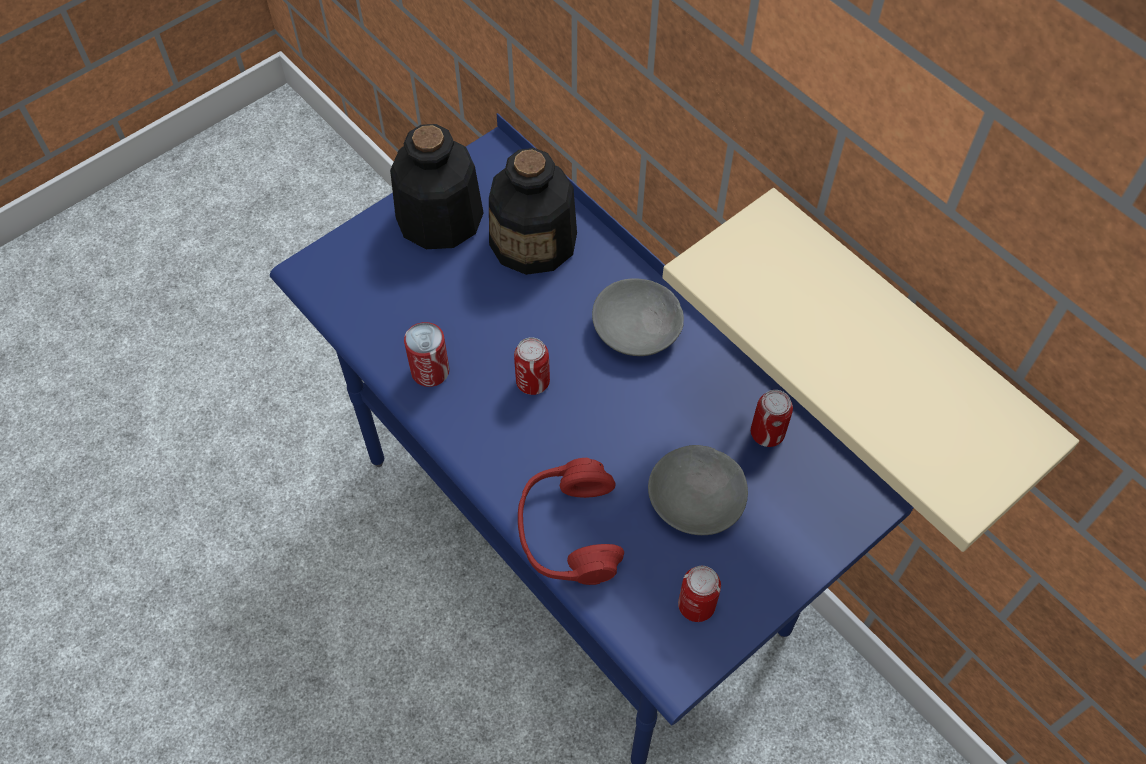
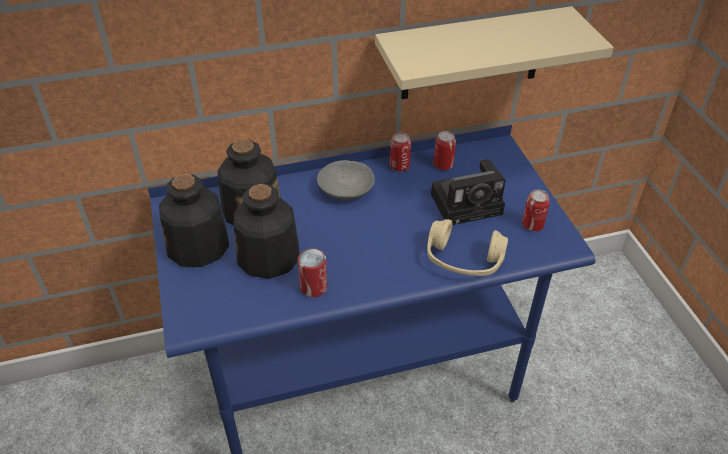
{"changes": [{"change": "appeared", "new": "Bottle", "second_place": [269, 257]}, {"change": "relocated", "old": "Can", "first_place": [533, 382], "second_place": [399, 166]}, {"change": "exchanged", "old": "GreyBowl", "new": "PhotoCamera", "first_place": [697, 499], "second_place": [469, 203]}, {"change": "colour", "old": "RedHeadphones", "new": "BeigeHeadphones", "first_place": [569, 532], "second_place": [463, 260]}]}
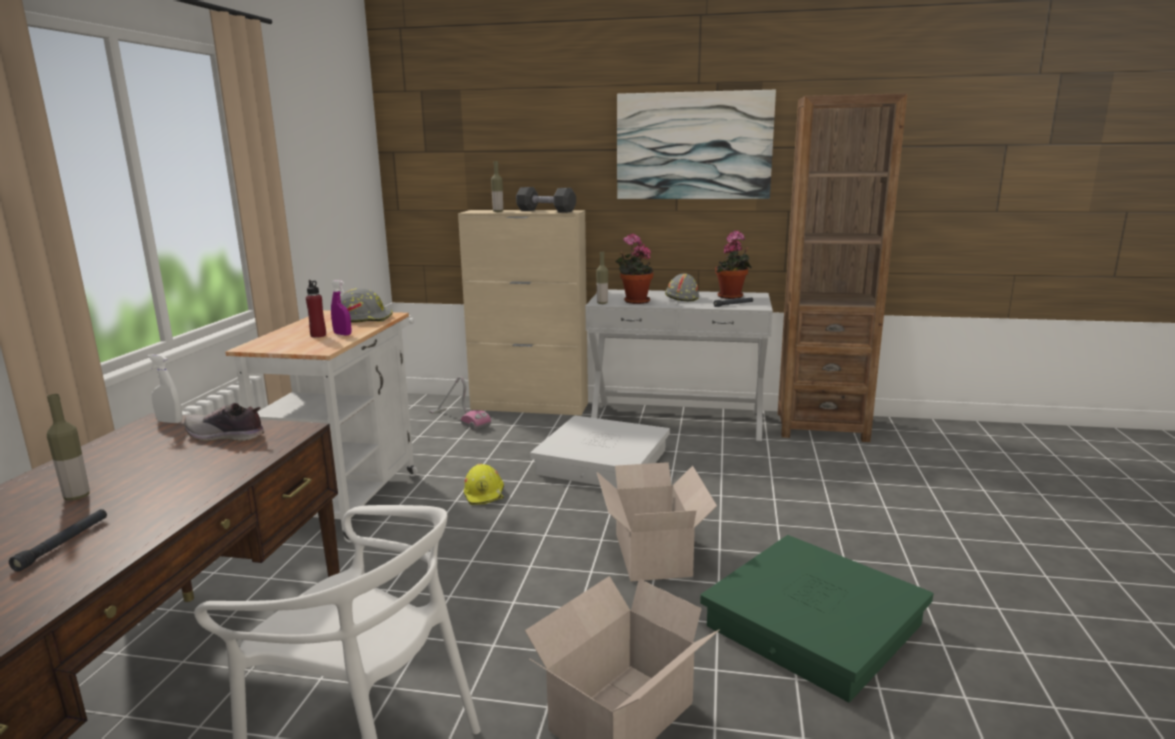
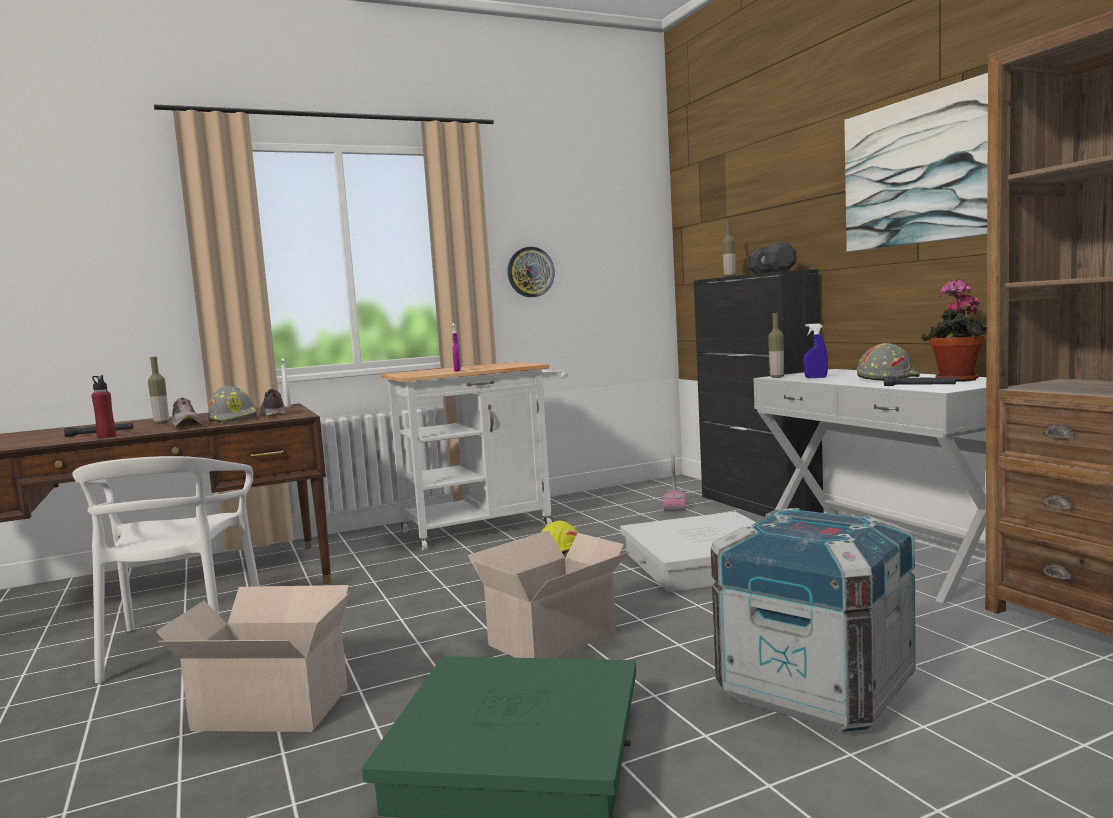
{"changes": [{"change": "appeared", "new": "Shoe", "second_place": [186, 426]}, {"change": "appeared", "new": "WallClock", "second_place": [530, 272]}, {"change": "appeared", "new": "Crate", "second_place": [815, 688]}, {"change": "relocated", "old": "RedBottle", "first_place": [318, 335], "second_place": [106, 437]}, {"change": "relocated", "old": "GreyHardHat", "first_place": [365, 318], "second_place": [234, 419]}, {"change": "exchanged", "old": "PottedPlant", "new": "BlueSprayBottle", "first_place": [634, 301], "second_place": [816, 377]}, {"change": "colour", "old": "BeigeCabinet", "new": "BlackCabinet", "first_place": [530, 406], "second_place": [759, 506]}]}
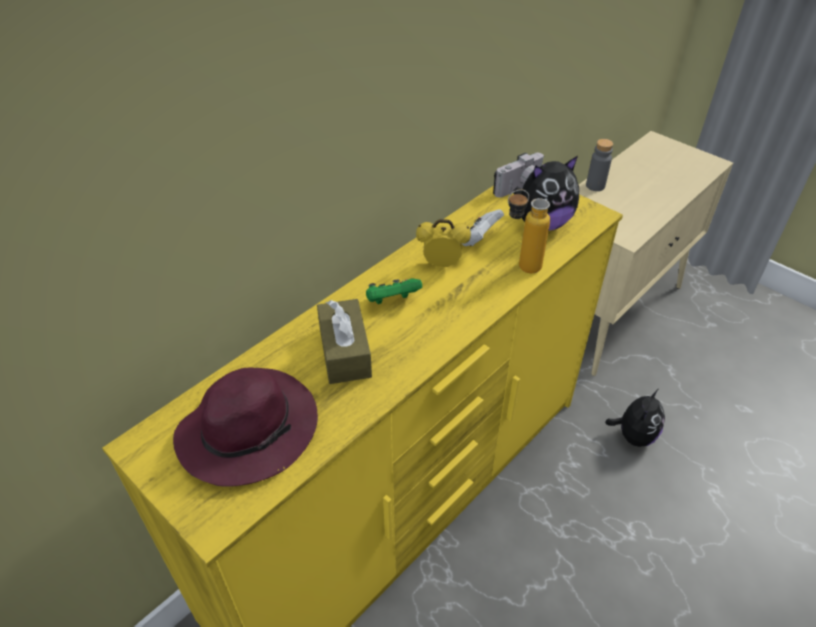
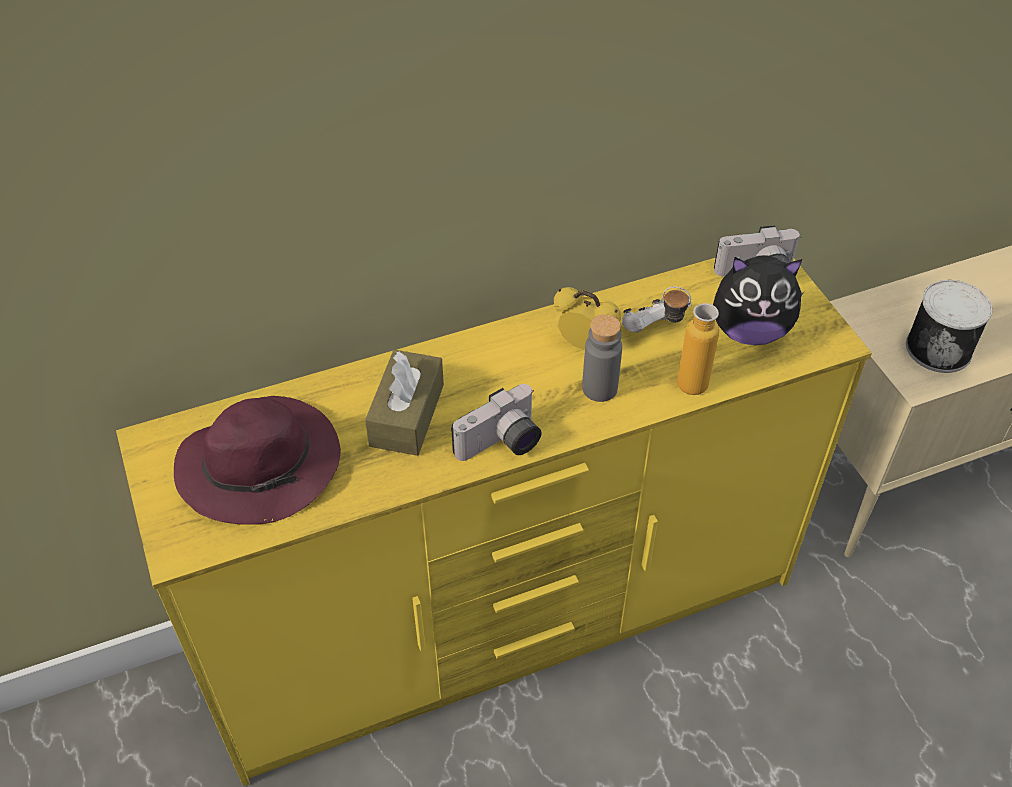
{"changes": [{"change": "missing", "old": "GreenGameController", "first_place": [392, 301]}, {"change": "missing", "old": "PlushToy", "first_place": [633, 435]}, {"change": "appeared", "new": "PhotoCamera", "second_place": [501, 445]}, {"change": "appeared", "new": "Can", "second_place": [939, 347]}, {"change": "relocated", "old": "GreyBottle", "first_place": [595, 186], "second_place": [599, 388]}]}
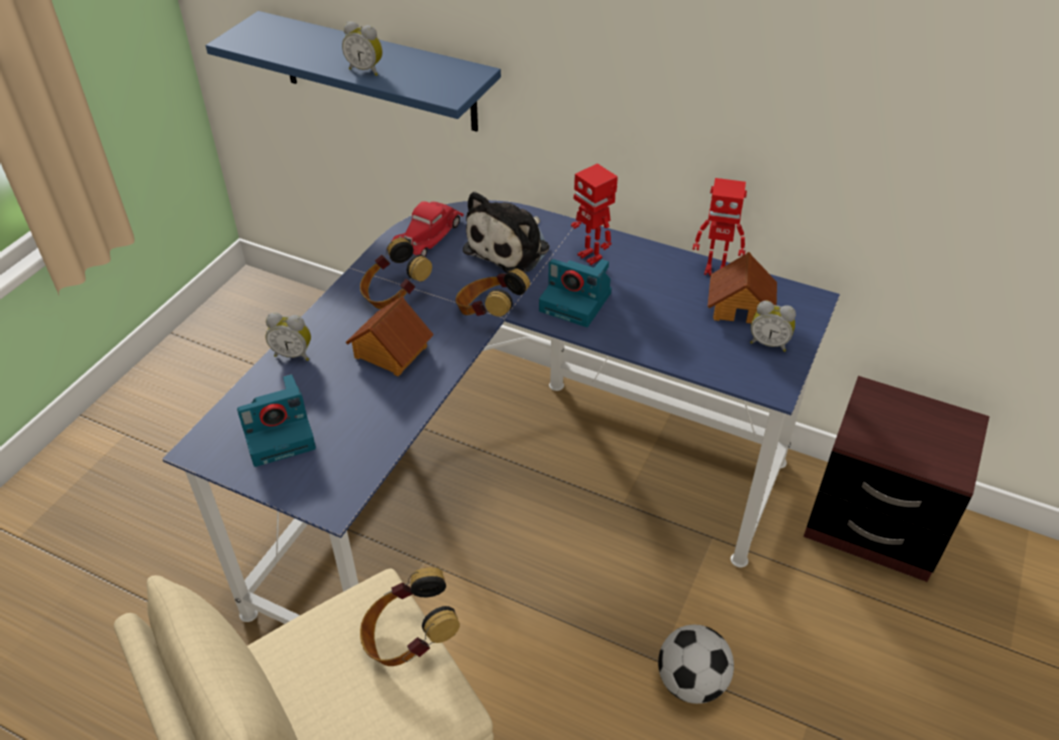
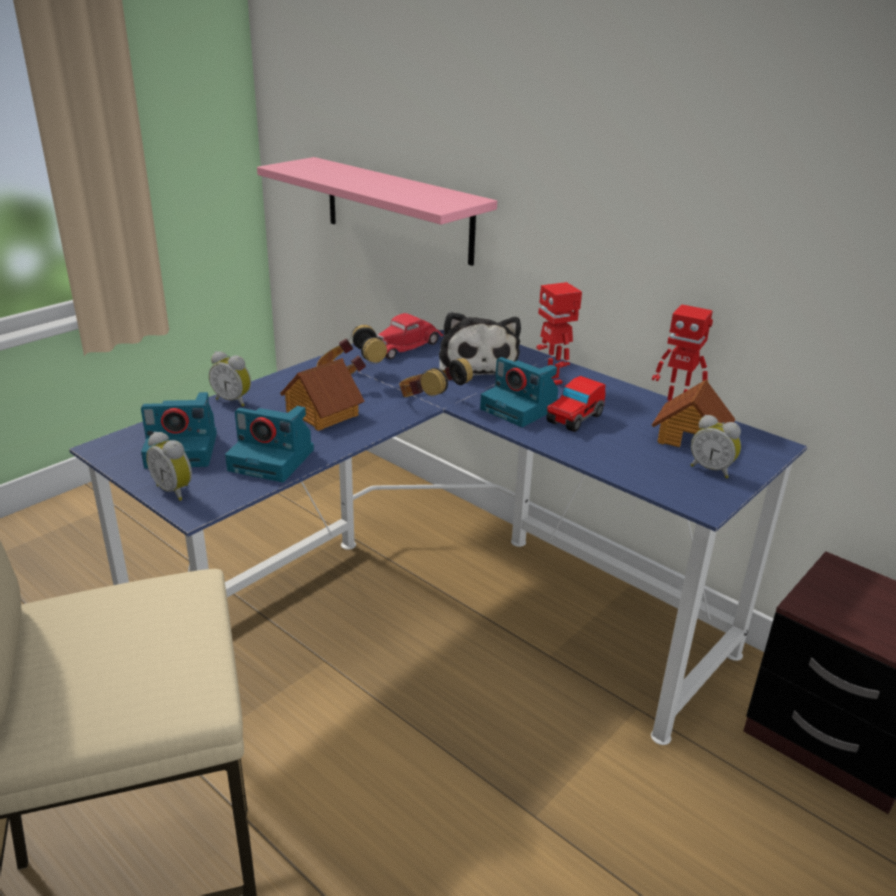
{"changes": [{"change": "missing", "old": "Headphones", "first_place": [409, 638]}, {"change": "missing", "old": "Football", "first_place": [691, 683]}, {"change": "appeared", "new": "PhotoCamera", "second_place": [273, 460]}, {"change": "appeared", "new": "ToyCar", "second_place": [574, 419]}, {"change": "relocated", "old": "AlarmClock", "first_place": [366, 70], "second_place": [175, 490]}, {"change": "colour", "old": "BlueShelf", "new": "PinkShelf", "first_place": [378, 72], "second_place": [398, 210]}, {"change": "spun", "old": "PlushToy", "first_place": [510, 248], "second_place": [476, 364], "degrees": -60}]}
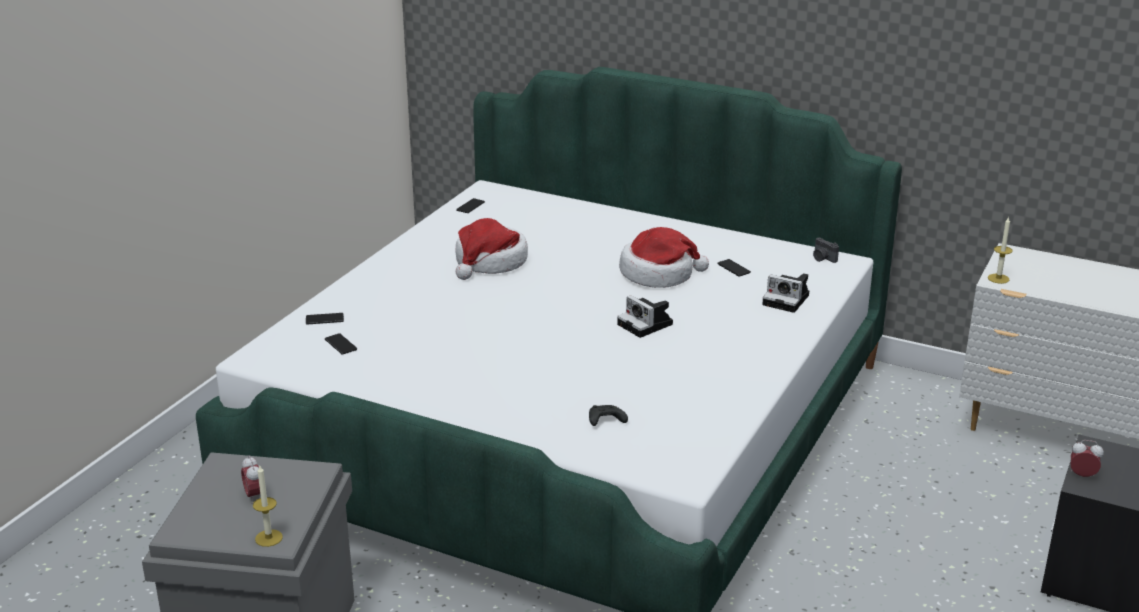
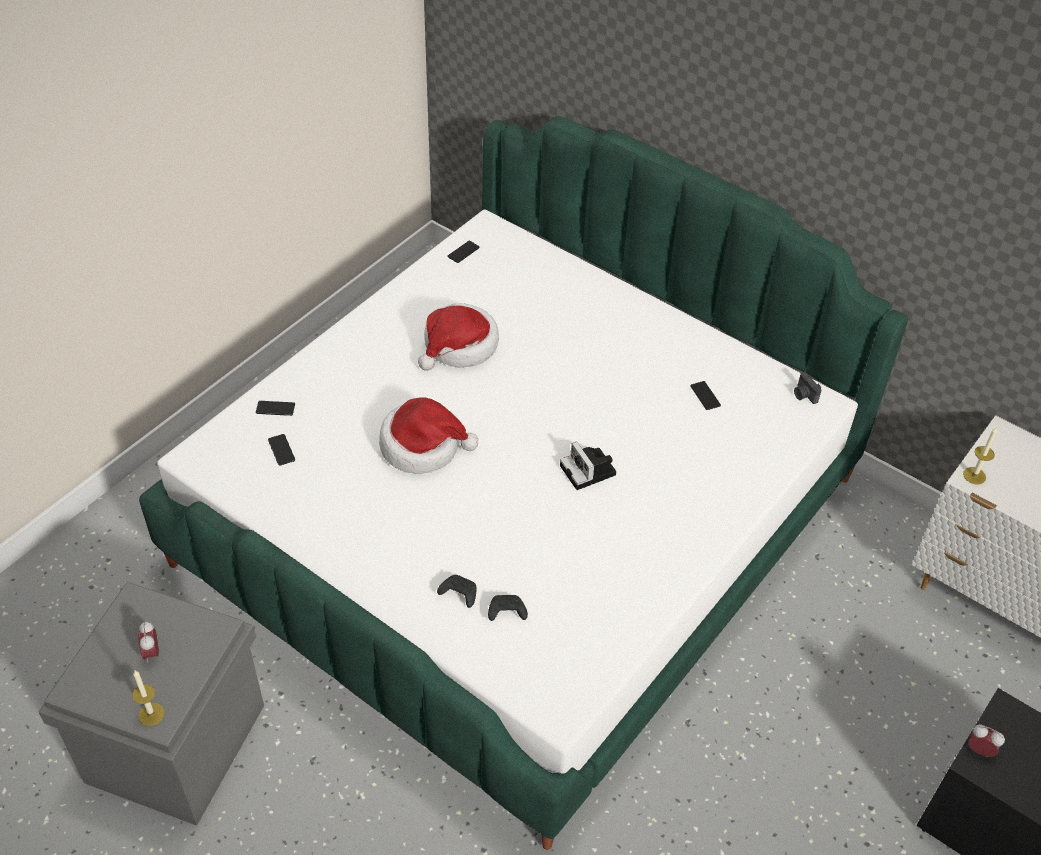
{"changes": [{"change": "missing", "old": "PhotoCamera", "first_place": [788, 300]}, {"change": "appeared", "new": "BlackGameController", "second_place": [458, 594]}, {"change": "relocated", "old": "Hat", "first_place": [658, 274], "second_place": [422, 446]}]}
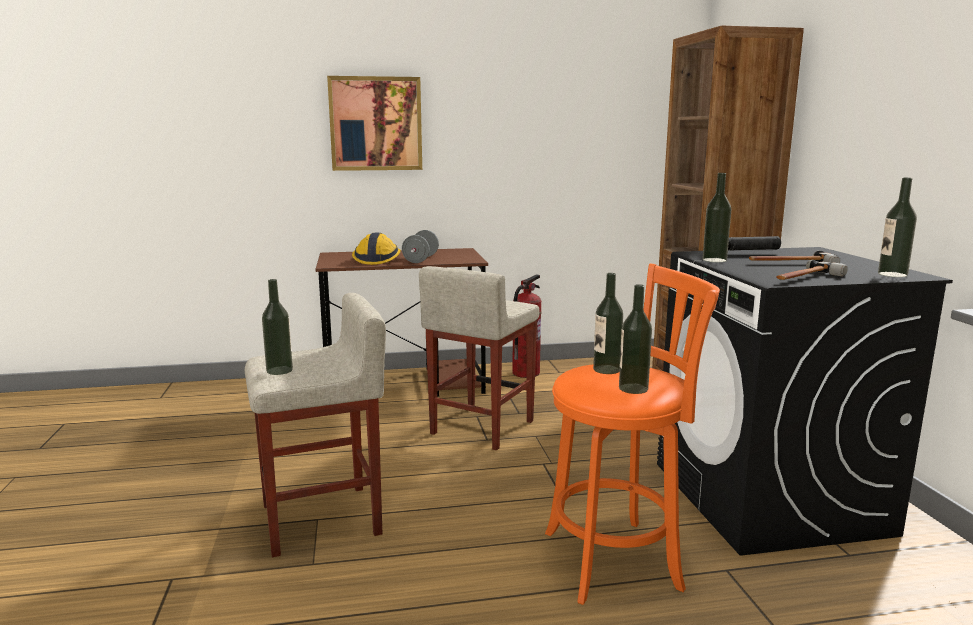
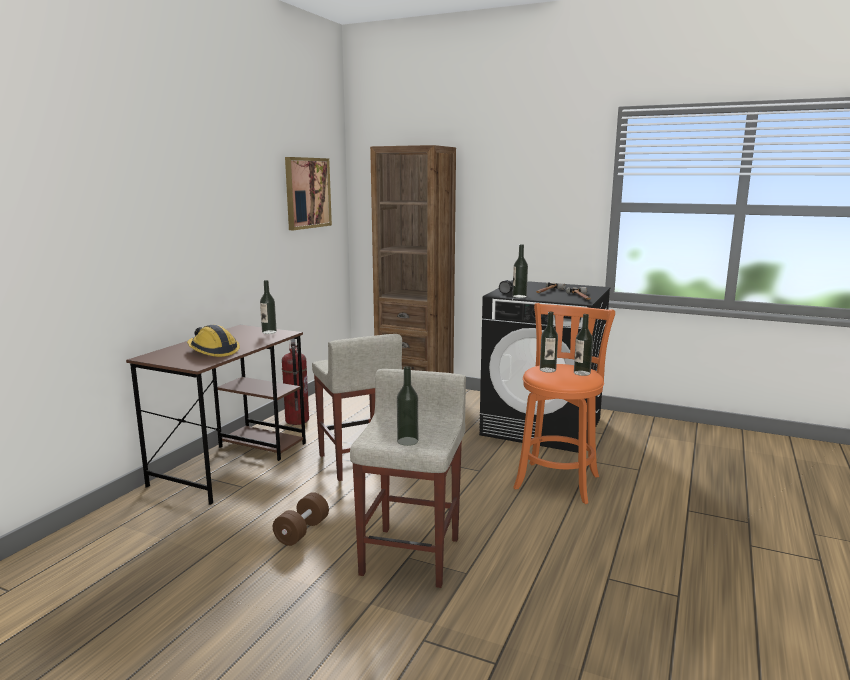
{"changes": [{"change": "missing", "old": "GreyDumbbell", "first_place": [421, 259]}, {"change": "appeared", "new": "BrownDumbbell", "second_place": [302, 531]}, {"change": "relocated", "old": "Picture", "first_place": [375, 124], "second_place": [307, 193]}, {"change": "relocated", "old": "Bottle", "first_place": [892, 274], "second_place": [269, 332]}]}
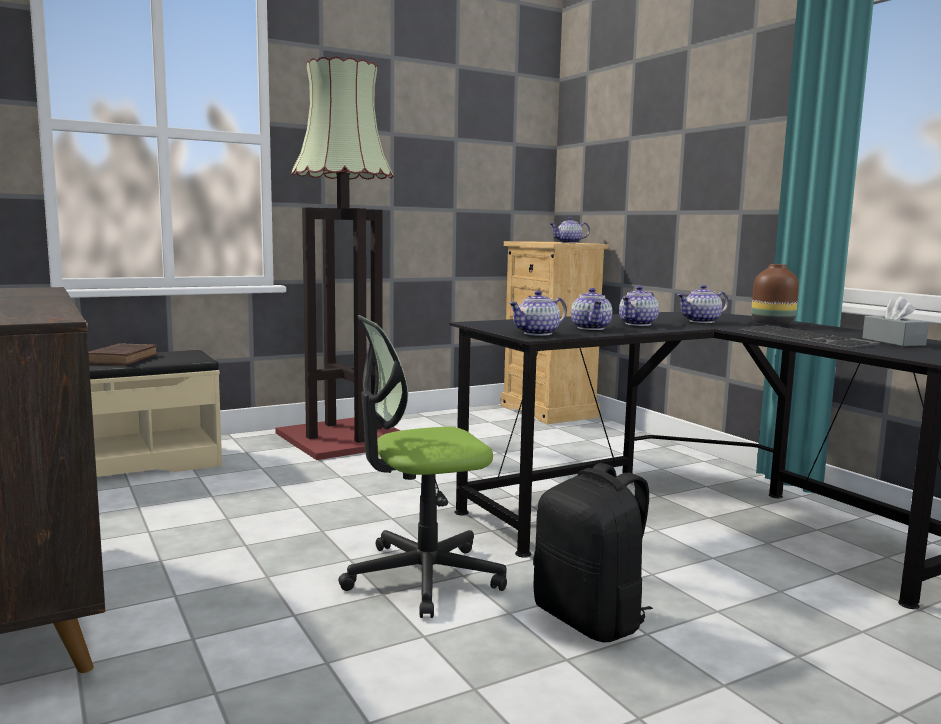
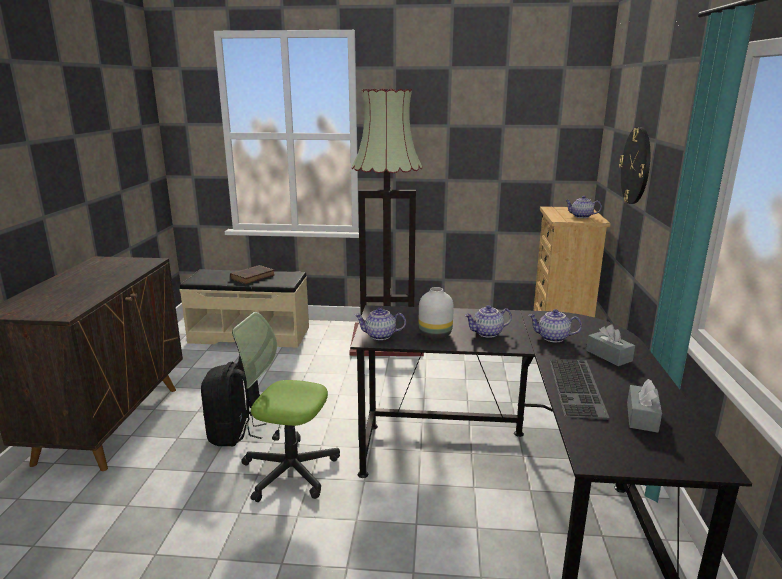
{"changes": [{"change": "appeared", "new": "WallClock", "second_place": [636, 166]}, {"change": "relocated", "old": "BlackBackpack", "first_place": [591, 619], "second_place": [233, 433]}, {"change": "exchanged", "old": "Teapot", "new": "WhiteVase", "first_place": [592, 328], "second_place": [436, 334]}, {"change": "exchanged", "old": "BrownVase", "new": "GreyTissueBox", "first_place": [773, 324], "second_place": [608, 356]}]}
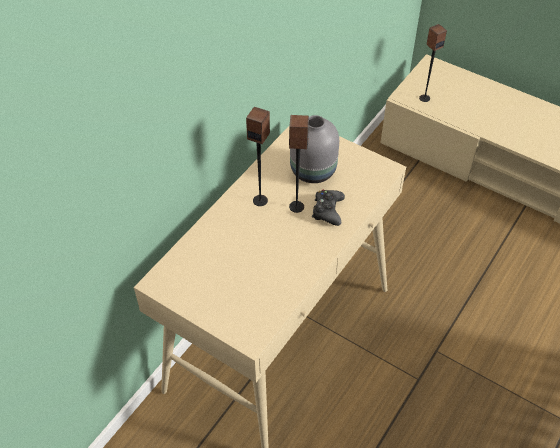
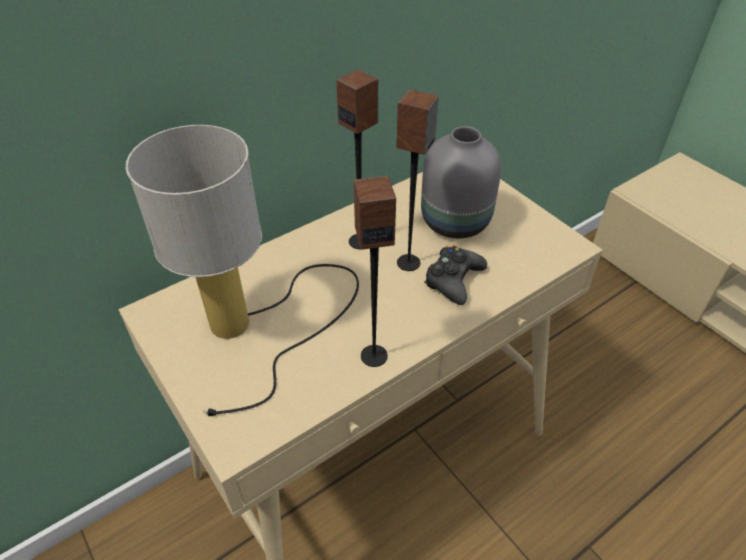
{"changes": [{"change": "appeared", "new": "TableLamp", "second_place": [256, 326]}, {"change": "relocated", "old": "Speaker", "first_place": [424, 98], "second_place": [374, 355]}]}
